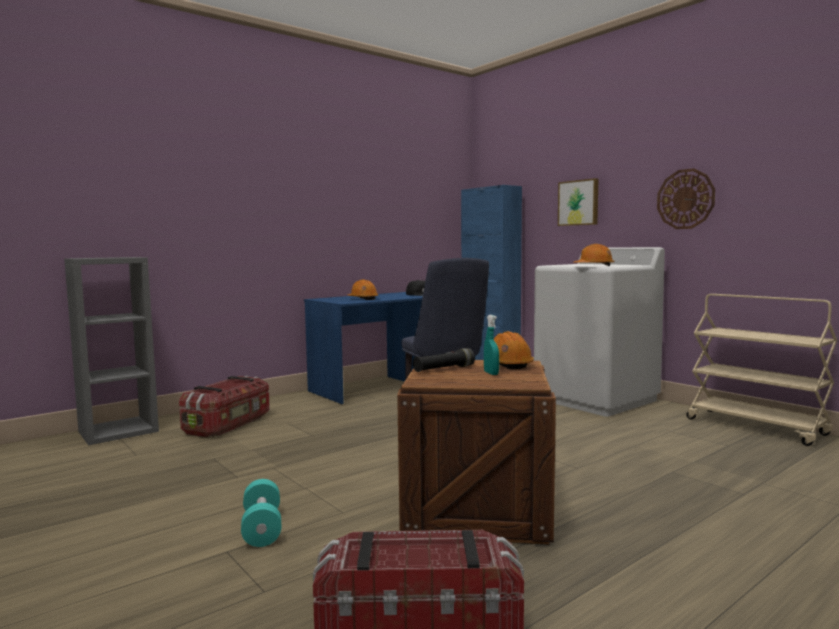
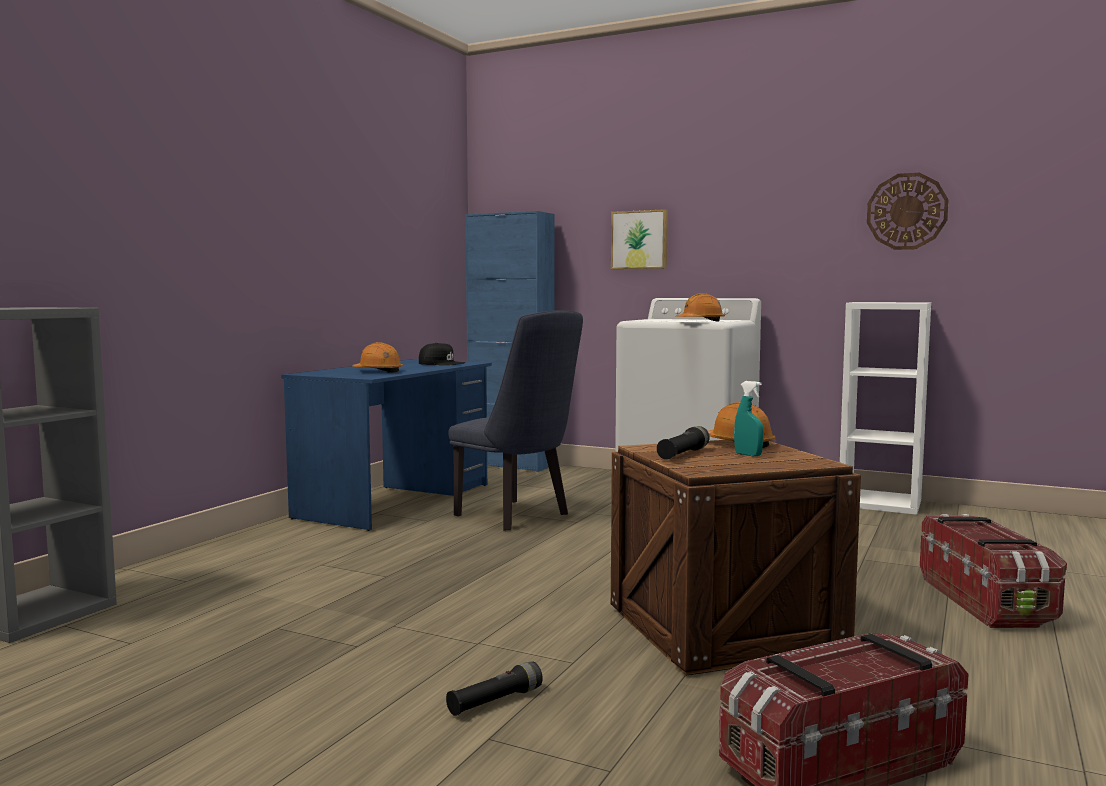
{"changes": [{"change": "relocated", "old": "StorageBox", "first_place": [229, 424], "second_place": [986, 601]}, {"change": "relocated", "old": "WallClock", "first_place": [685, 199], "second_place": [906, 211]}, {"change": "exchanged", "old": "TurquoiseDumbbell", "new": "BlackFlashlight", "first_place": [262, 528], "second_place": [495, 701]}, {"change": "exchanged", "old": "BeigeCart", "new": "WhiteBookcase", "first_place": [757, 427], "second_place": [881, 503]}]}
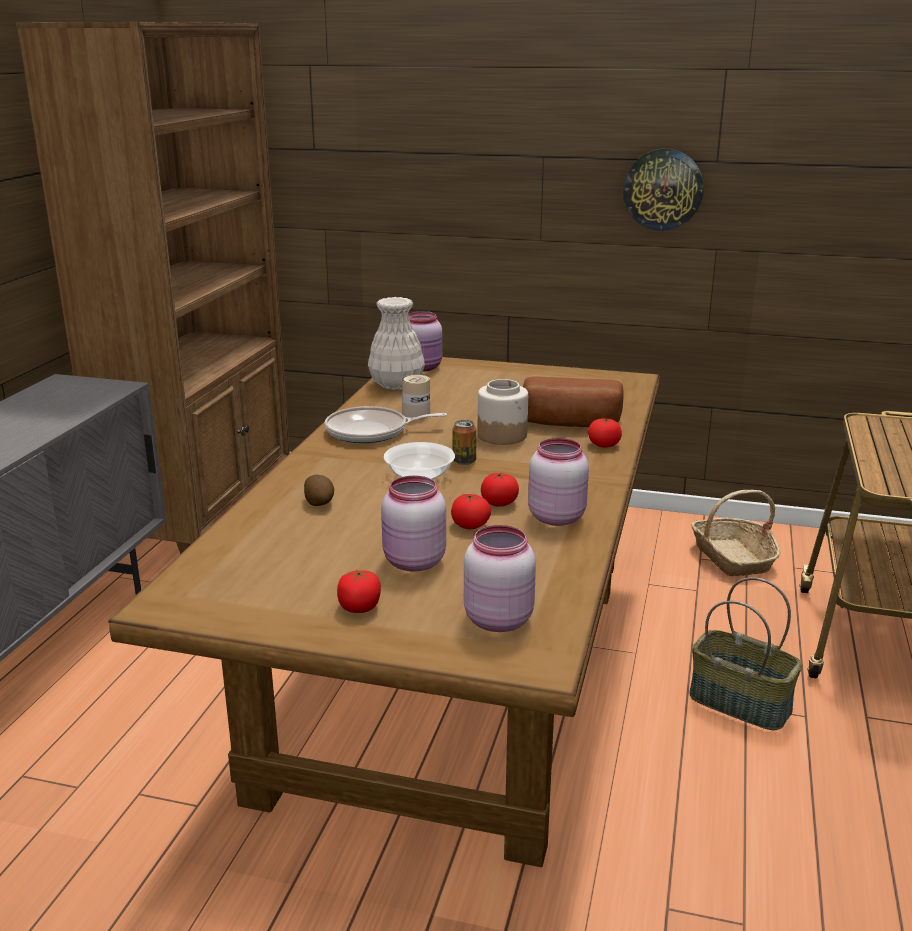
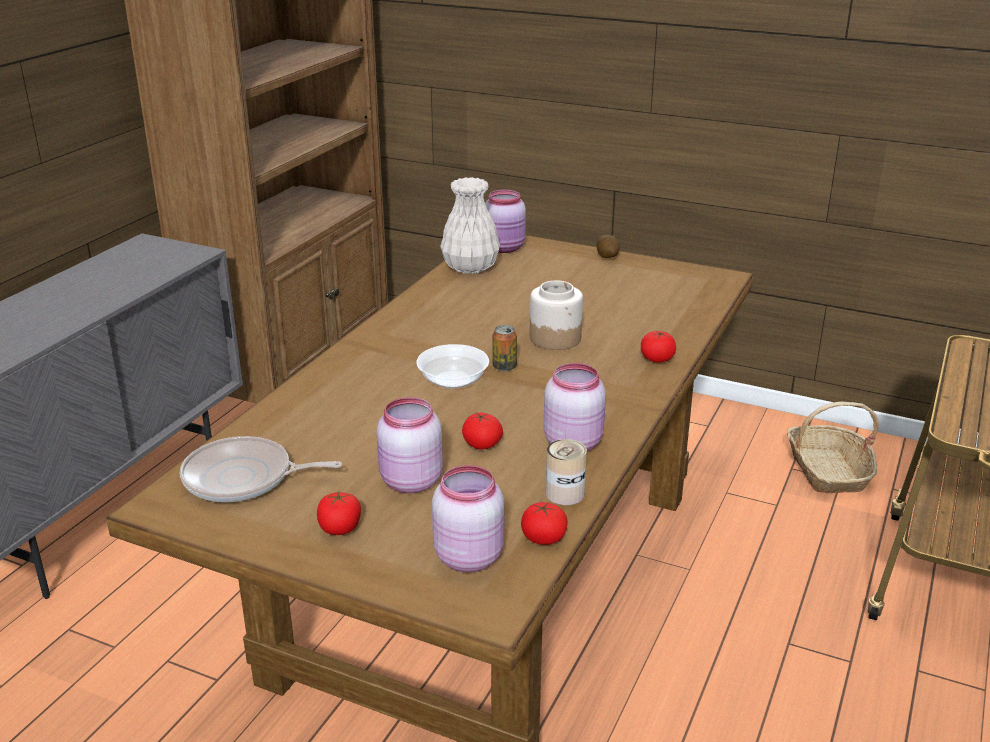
{"changes": [{"change": "missing", "old": "Bread", "first_place": [571, 424]}, {"change": "missing", "old": "WallClock", "first_place": [663, 189]}, {"change": "missing", "old": "Basket", "first_place": [741, 703]}, {"change": "relocated", "old": "Potato", "first_place": [320, 502], "second_place": [608, 256]}, {"change": "relocated", "old": "FryingPan", "first_place": [371, 432], "second_place": [243, 478]}, {"change": "relocated", "old": "Can", "first_place": [416, 414], "second_place": [565, 493]}, {"change": "relocated", "old": "Tomato", "first_place": [499, 503], "second_place": [543, 538]}]}
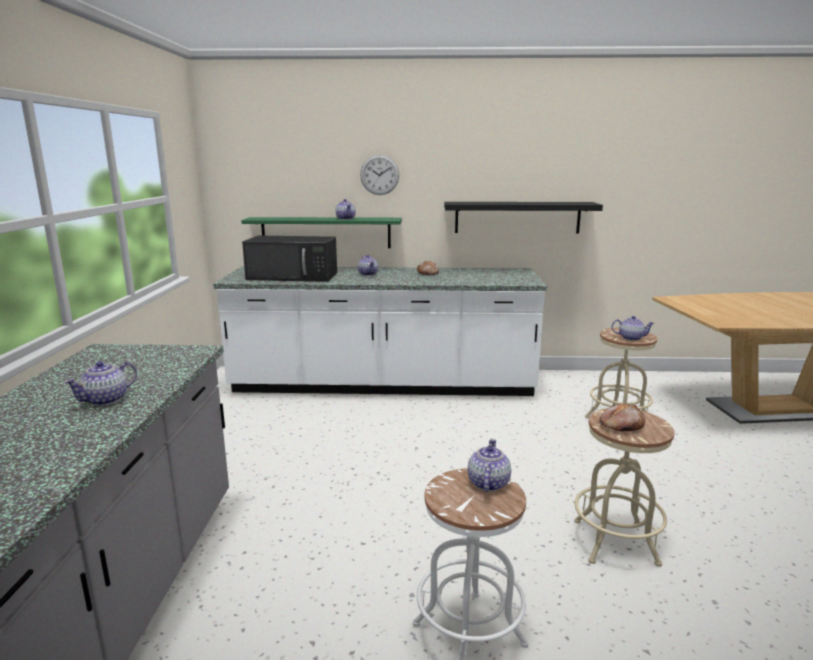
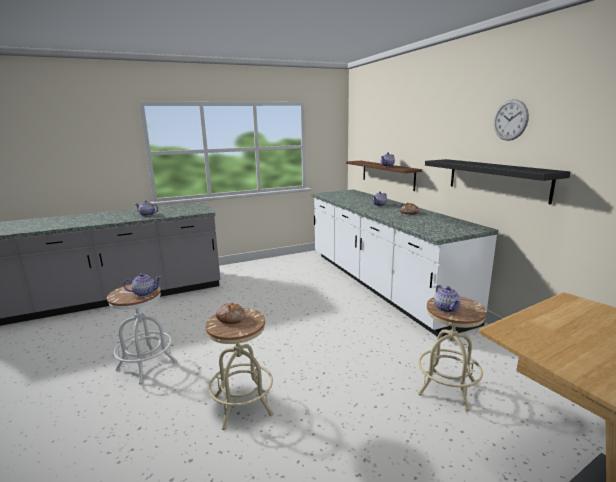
{"changes": [{"change": "missing", "old": "BlackMicrowave", "first_place": [294, 276]}, {"change": "relocated", "old": "WallClock", "first_place": [379, 175], "second_place": [510, 120]}, {"change": "colour", "old": "GreenShelf", "new": "BrownShelf", "first_place": [326, 232], "second_place": [387, 174]}]}
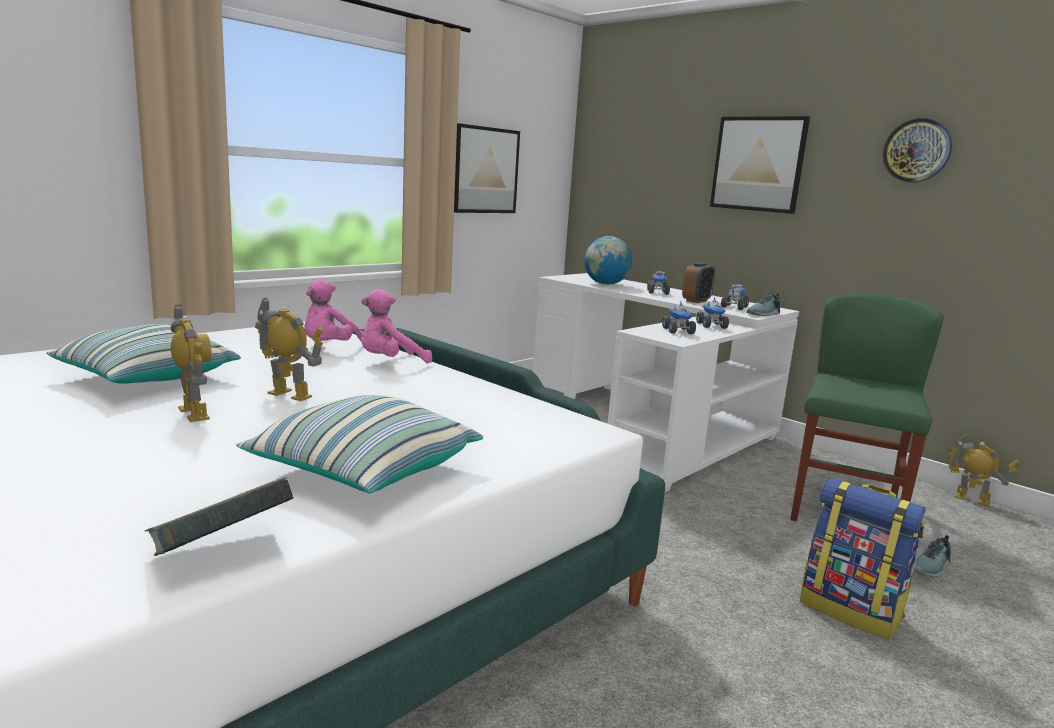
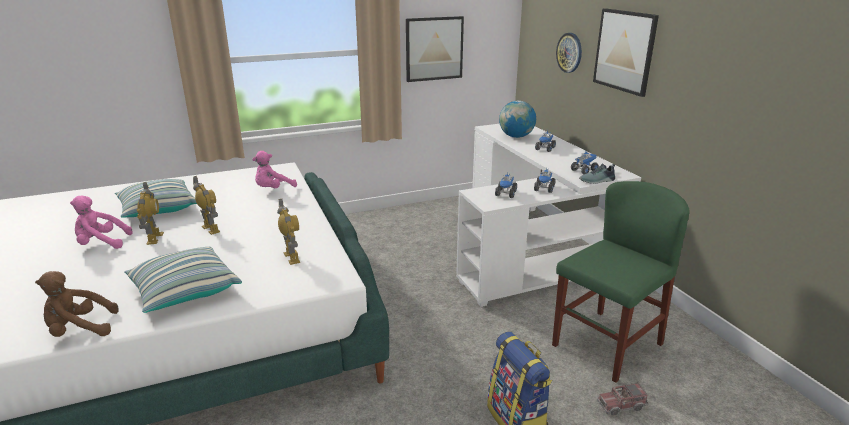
{"changes": [{"change": "missing", "old": "AlarmClock", "first_place": [696, 301]}, {"change": "relocated", "old": "PinkPlushToy", "first_place": [390, 362], "second_place": [101, 243]}, {"change": "relocated", "old": "WallClock", "first_place": [917, 150], "second_place": [569, 52]}, {"change": "relocated", "old": "ToyRobot", "first_place": [971, 499], "second_place": [292, 257]}, {"change": "exchanged", "old": "Book", "new": "BrownPlushToy", "first_place": [221, 553], "second_place": [80, 330]}, {"change": "exchanged", "old": "Shoe", "new": "ToyTruck", "first_place": [932, 567], "second_place": [621, 405]}]}
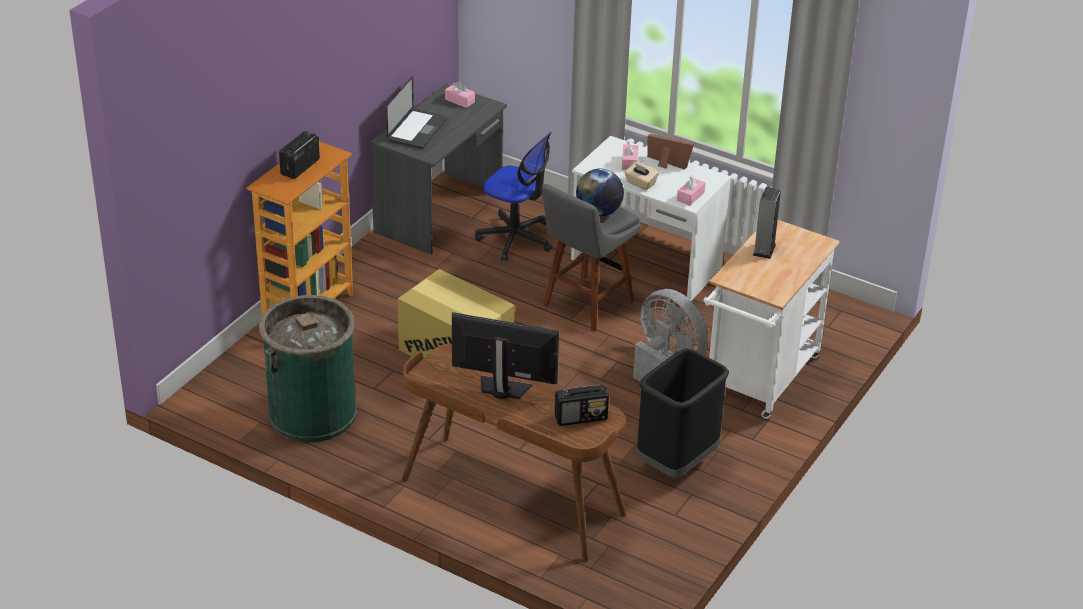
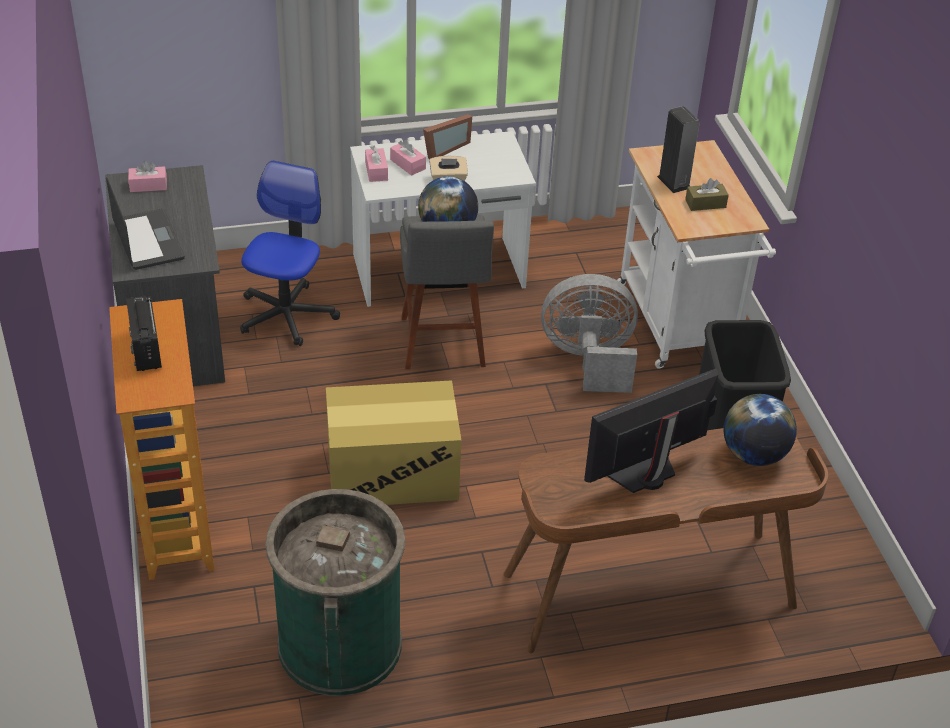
{"changes": [{"change": "appeared", "new": "BrownTissueBox", "second_place": [705, 203]}, {"change": "relocated", "old": "PinkTissueBox", "first_place": [690, 196], "second_place": [376, 171]}, {"change": "exchanged", "old": "Radio", "new": "Globe", "first_place": [581, 417], "second_place": [753, 455]}, {"change": "spun", "old": "OfficeChair", "first_place": [516, 238], "second_place": [287, 315], "degrees": -60}, {"change": "spun", "old": "PictureFrame", "first_place": [667, 164], "second_place": [443, 149], "degrees": 150}]}
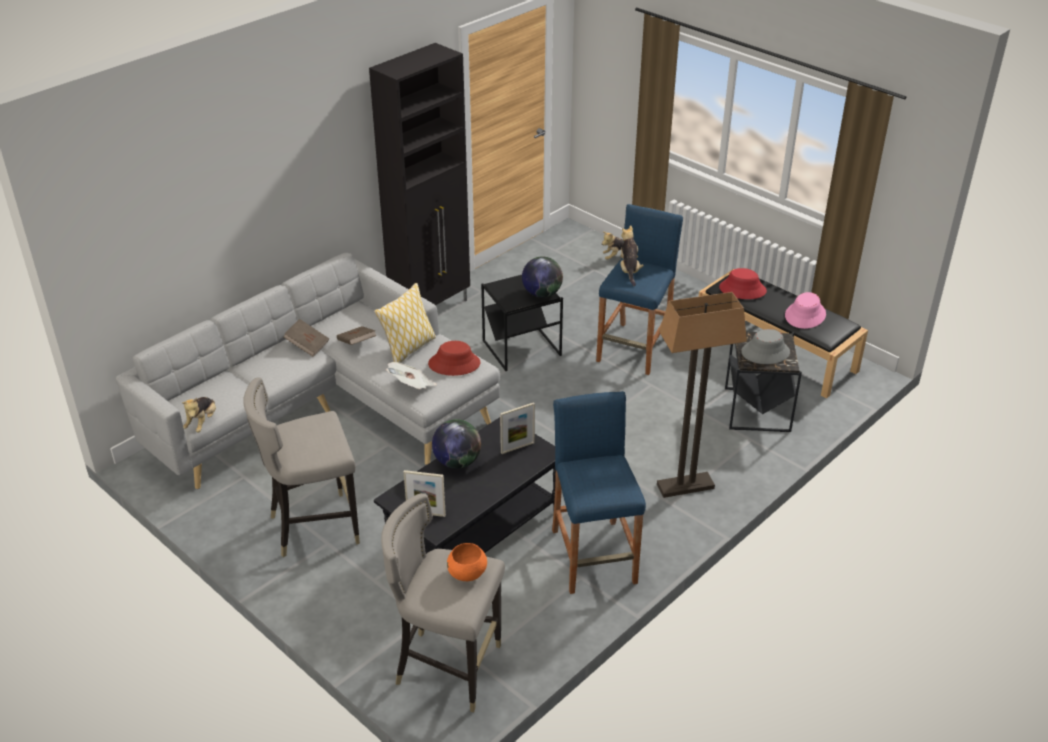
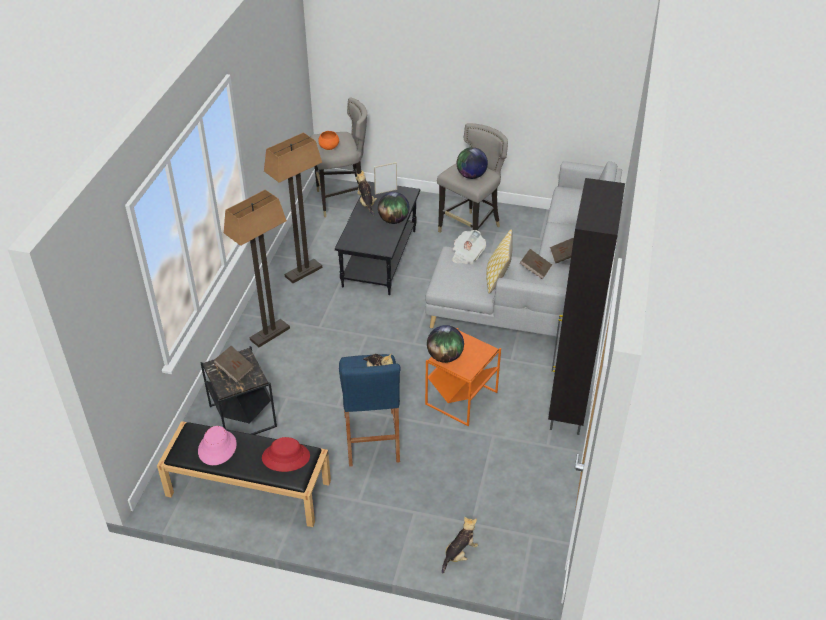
{"changes": [{"change": "missing", "old": "RedHat", "first_place": [454, 363]}, {"change": "missing", "old": "PictureFrame", "first_place": [517, 448]}, {"change": "appeared", "new": "Globe", "second_place": [471, 176]}, {"change": "relocated", "old": "PlushToy", "first_place": [202, 422], "second_place": [366, 203]}, {"change": "exchanged", "old": "BlueStool", "new": "FloorLamp", "first_place": [593, 556], "second_place": [303, 272]}, {"change": "exchanged", "old": "GreyHat", "new": "BrownBook", "first_place": [765, 352], "second_place": [235, 369]}, {"change": "colour", "old": "BlackSideTable", "new": "OrangeSideTable", "first_place": [520, 348], "second_place": [462, 398]}]}
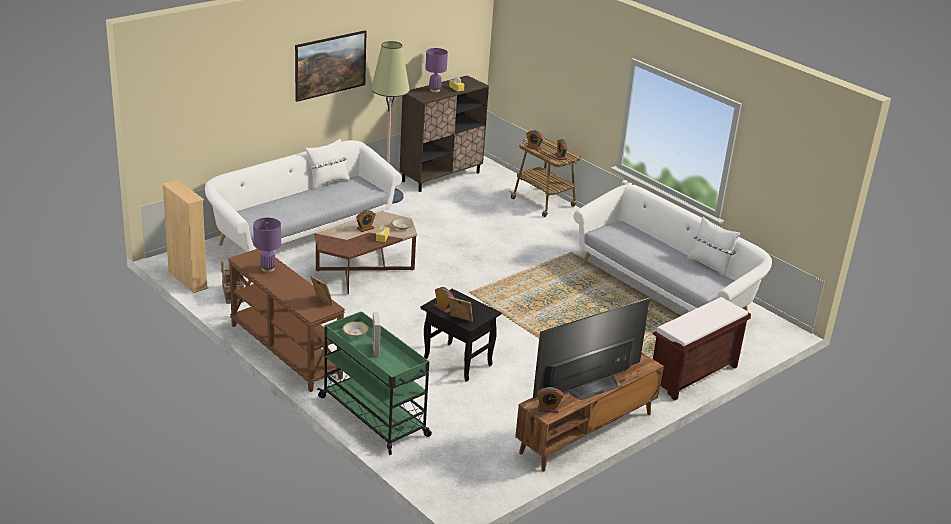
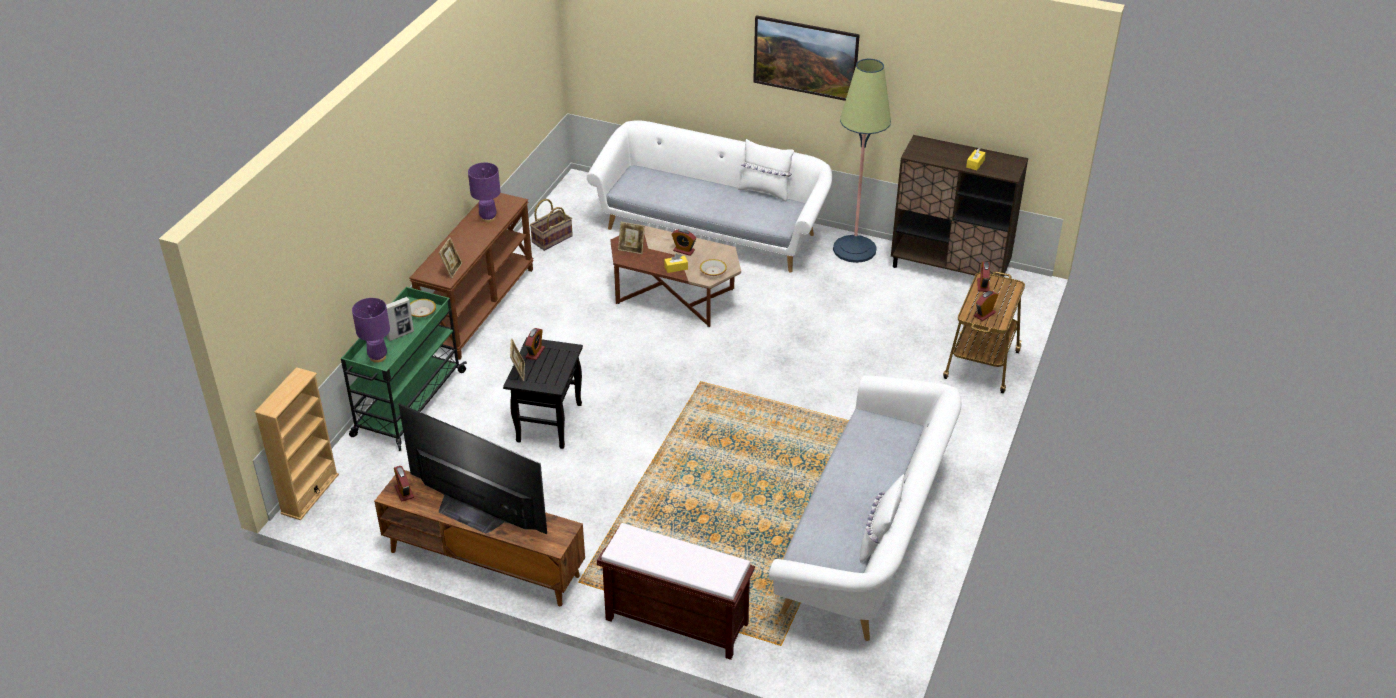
{"changes": [{"change": "appeared", "new": "PictureFrame", "second_place": [631, 249]}, {"change": "relocated", "old": "BeigeBookcase", "first_place": [187, 280], "second_place": [310, 494]}, {"change": "relocated", "old": "PurpleTableLamp", "first_place": [434, 90], "second_place": [378, 357]}]}
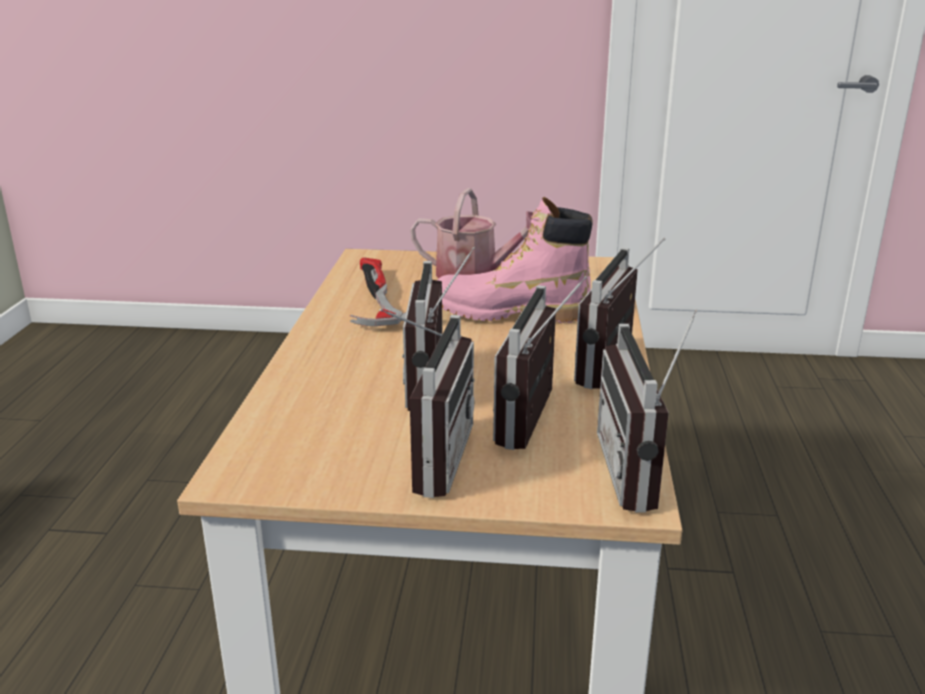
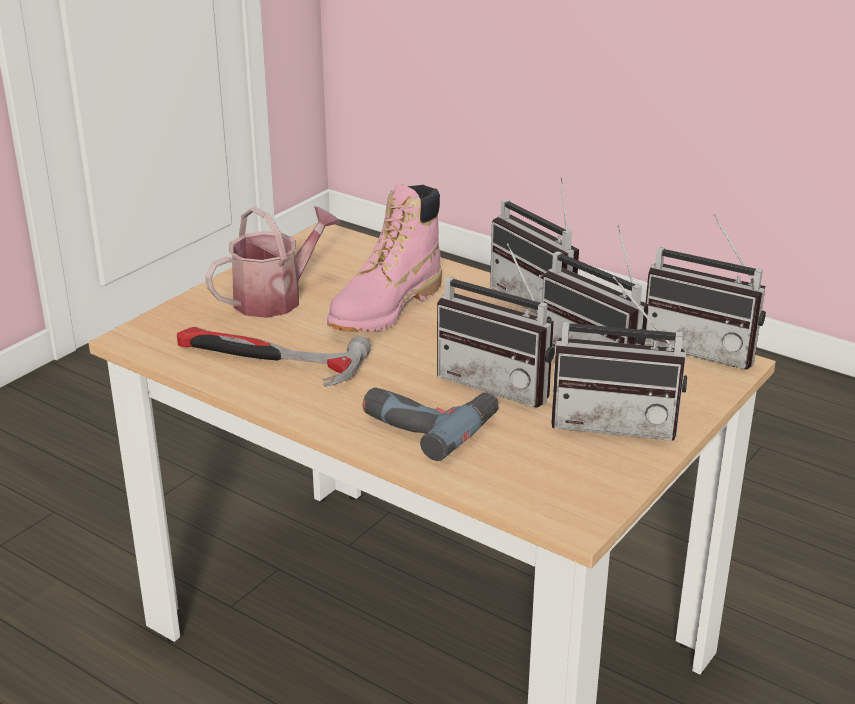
{"changes": [{"change": "appeared", "new": "PowerDrill", "second_place": [429, 422]}, {"change": "spun", "old": "Radio", "first_place": [427, 457], "second_place": [615, 422], "degrees": 150}]}
